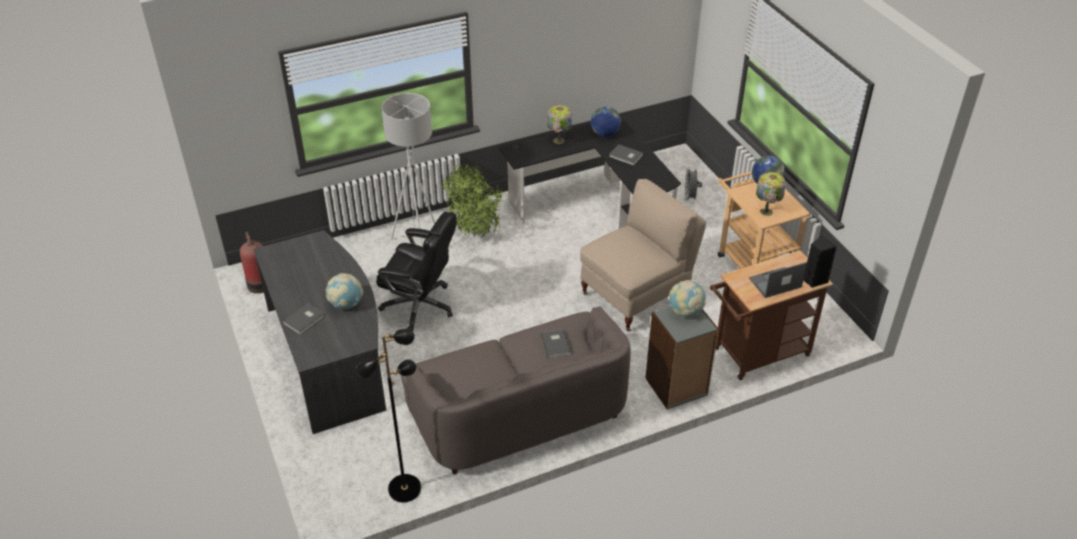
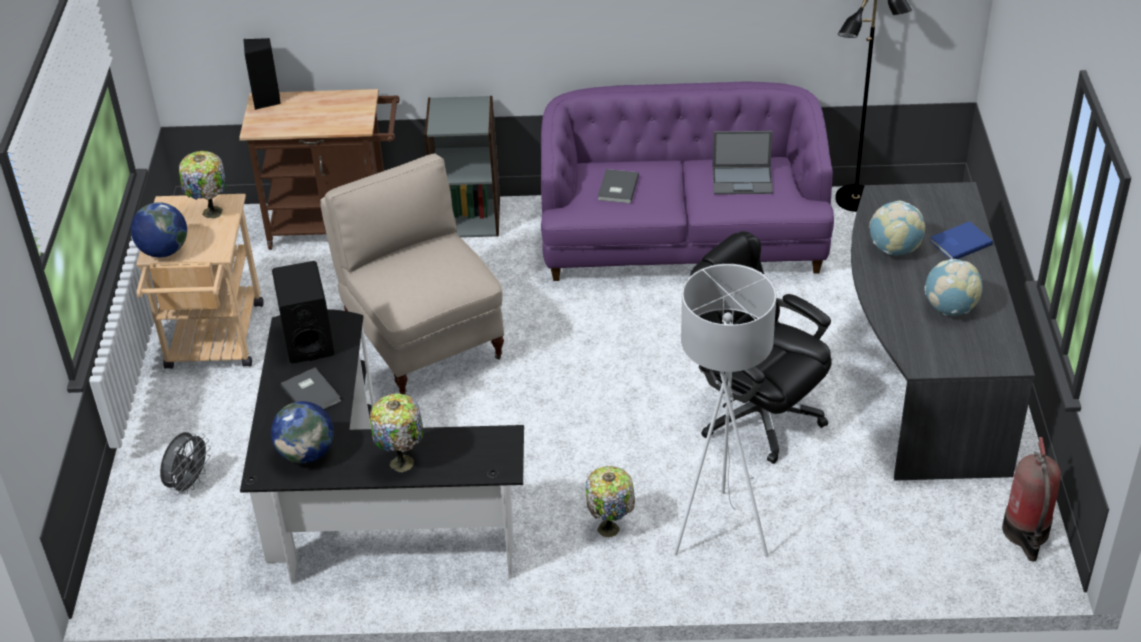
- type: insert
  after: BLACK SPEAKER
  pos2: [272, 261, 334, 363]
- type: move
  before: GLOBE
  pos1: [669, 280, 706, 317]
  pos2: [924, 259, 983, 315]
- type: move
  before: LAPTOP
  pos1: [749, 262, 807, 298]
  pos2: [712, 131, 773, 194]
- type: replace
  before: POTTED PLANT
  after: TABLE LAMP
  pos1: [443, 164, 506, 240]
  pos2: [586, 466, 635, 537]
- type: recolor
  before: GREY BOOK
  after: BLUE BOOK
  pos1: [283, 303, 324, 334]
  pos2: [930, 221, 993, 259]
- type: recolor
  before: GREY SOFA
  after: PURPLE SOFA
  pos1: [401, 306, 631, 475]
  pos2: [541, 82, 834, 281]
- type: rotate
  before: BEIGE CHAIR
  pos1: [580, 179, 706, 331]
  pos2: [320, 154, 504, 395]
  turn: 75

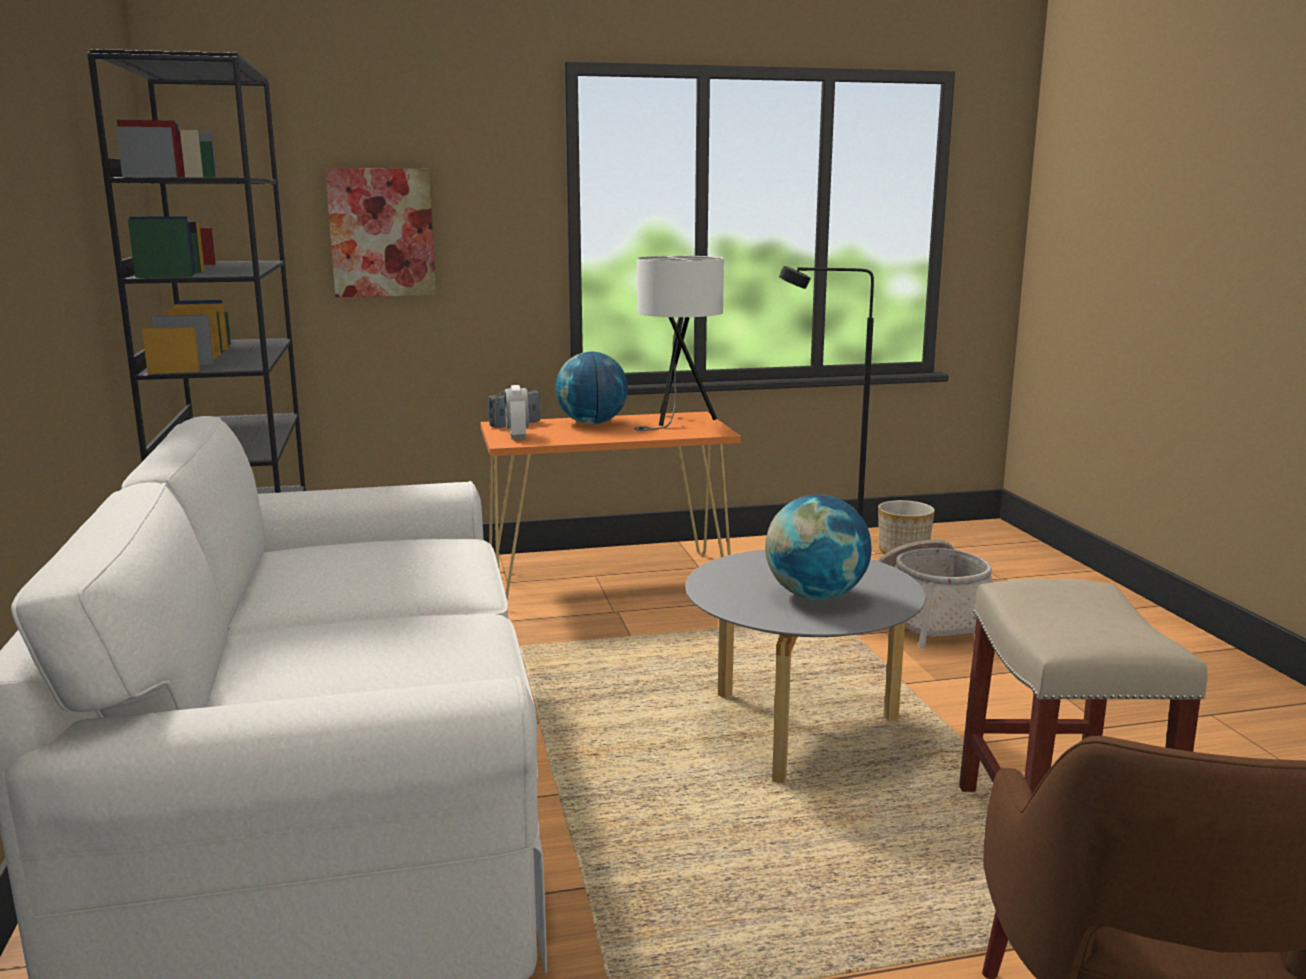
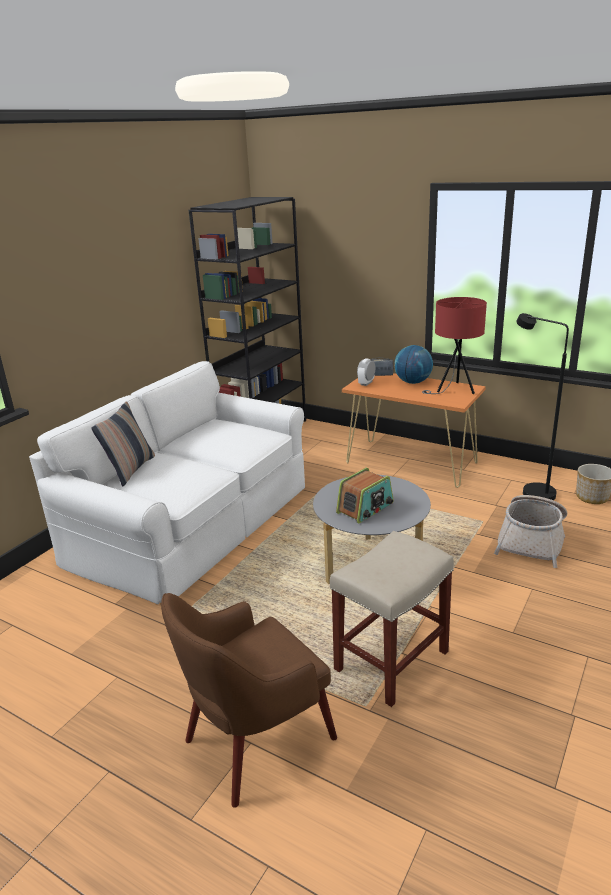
- type: delete
  before: PICTURE
  pos1: [325, 168, 436, 297]
- type: insert
  after: PILLOW
  pos2: [91, 401, 155, 486]
- type: replace
  before: GLOBE
  after: RADIO
  pos1: [765, 494, 871, 600]
  pos2: [336, 468, 394, 524]
- type: recolor
  before: WHITE TABLE LAMP
  after: RED TABLE LAMP
  pos1: [634, 256, 724, 431]
  pos2: [422, 297, 487, 394]

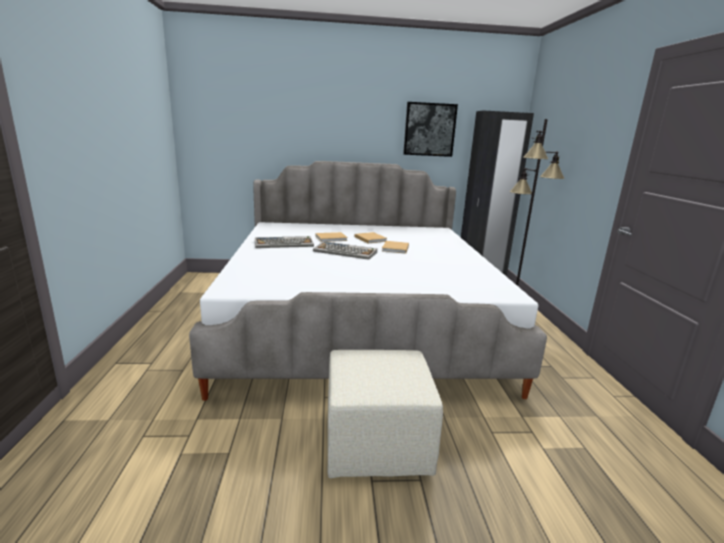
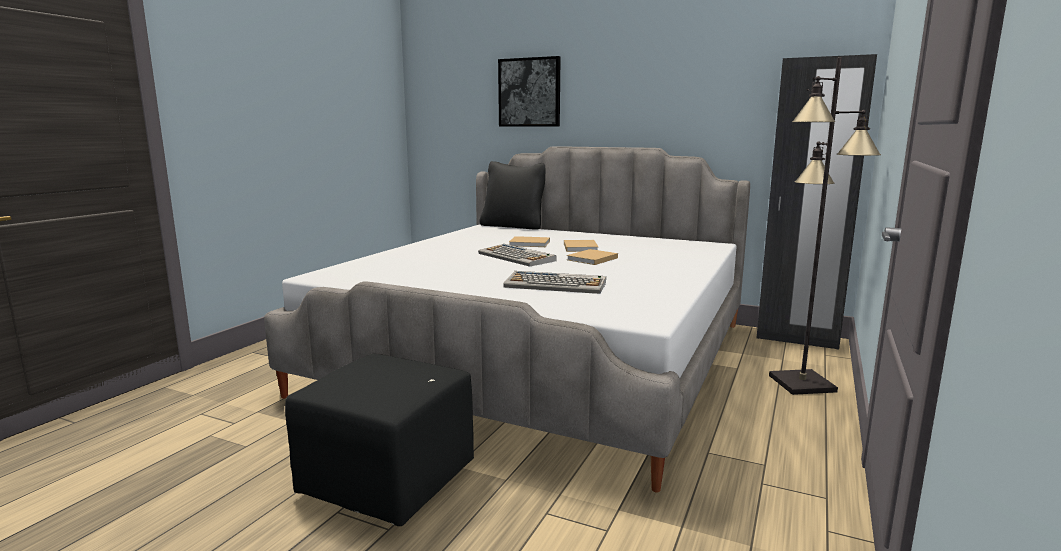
- type: insert
  after: BLACK PILLOW
  pos2: [480, 161, 545, 230]
- type: move
  before: KEYBOARD
  pos1: [255, 236, 314, 248]
  pos2: [503, 271, 606, 294]
- type: move
  before: PICTURE
  pos1: [403, 102, 458, 157]
  pos2: [498, 56, 561, 127]
- type: recolor
  before: BEIGE OTTOMAN
  after: BLACK OTTOMAN
  pos1: [328, 350, 443, 478]
  pos2: [285, 353, 474, 526]

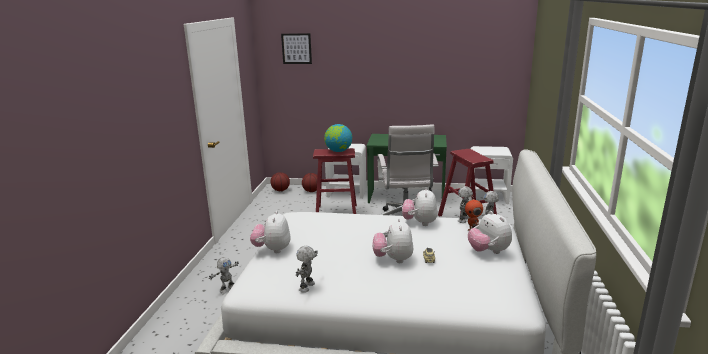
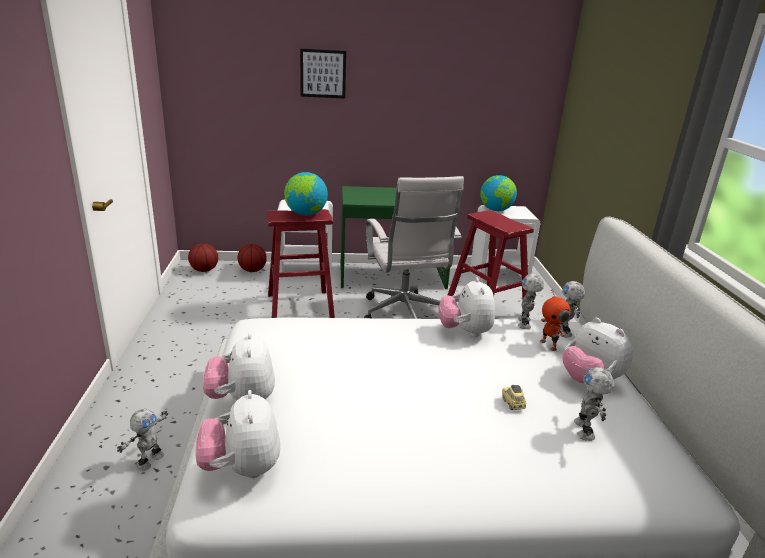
- type: insert
  after: GLOBE
  pos2: [480, 175, 517, 211]
- type: move
  before: PICTURE
  pos1: [281, 33, 312, 64]
  pos2: [300, 49, 346, 99]
- type: move
  before: TOY ROBOT
  pos1: [296, 246, 318, 293]
  pos2: [574, 367, 614, 441]
- type: move
  before: PLUSH TOY
  pos1: [372, 218, 414, 263]
  pos2: [195, 390, 280, 478]

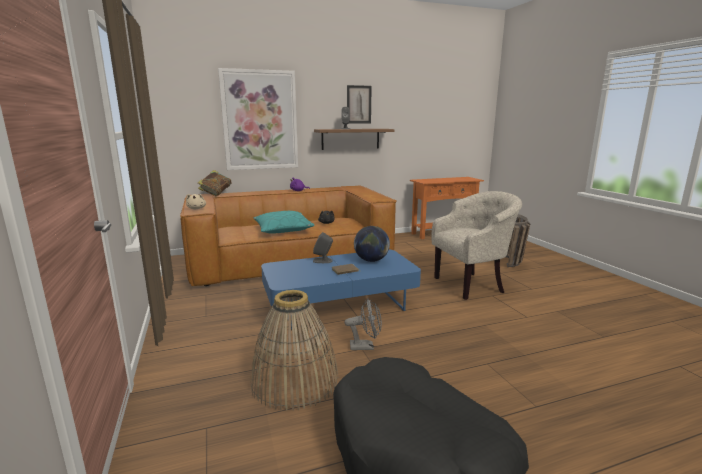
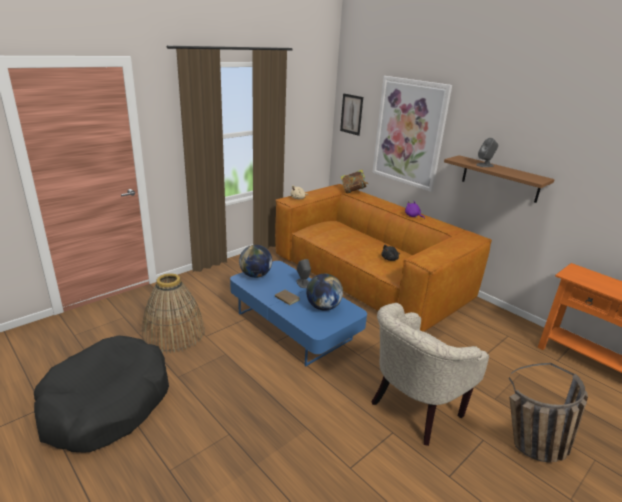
- type: delete
  before: TURQUOISE PILLOW
  pos1: [254, 211, 315, 234]
- type: delete
  before: GREY FAN
  pos1: [345, 298, 382, 350]
- type: insert
  after: GLOBE
  pos2: [239, 245, 272, 278]
- type: move
  before: PICTURE
  pos1: [347, 85, 372, 124]
  pos2: [340, 93, 363, 136]
- type: rotate
  before: BEIGE ARMCHAIR
  pos1: [431, 191, 522, 300]
  pos2: [372, 303, 489, 446]
  turn: 90

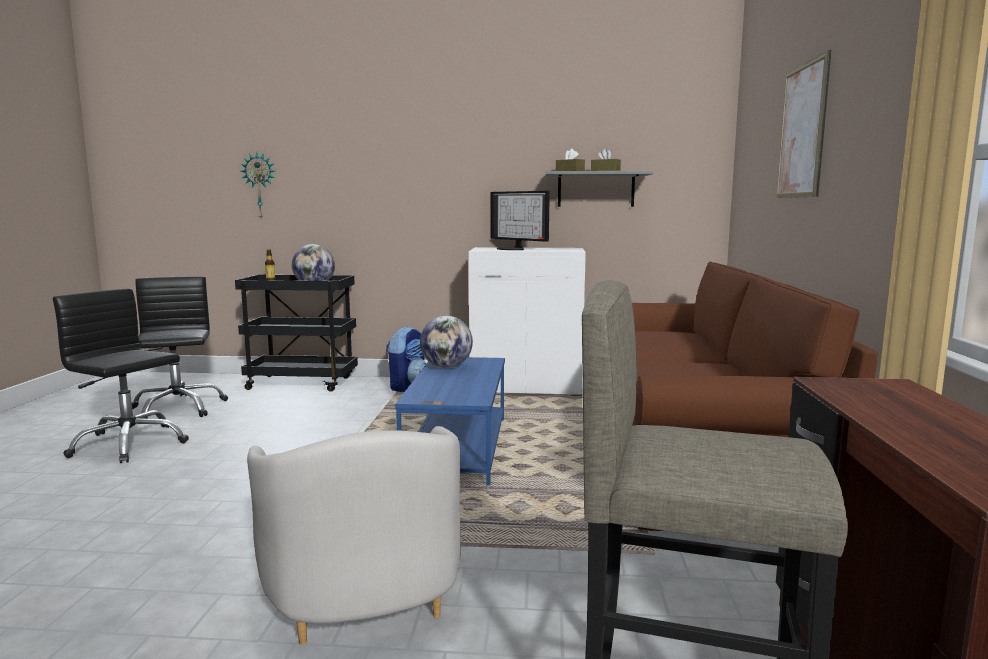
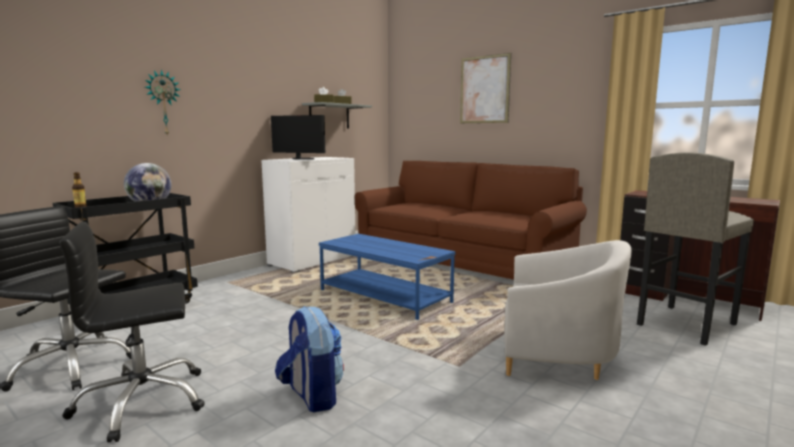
- type: delete
  before: GLOBE
  pos1: [420, 316, 473, 368]
- type: move
  before: WALL CLOCK
  pos1: [241, 152, 275, 218]
  pos2: [145, 69, 180, 135]
- type: move
  before: BACKPACK
  pos1: [386, 326, 426, 392]
  pos2: [275, 306, 344, 412]
- type: rotate
  before: MONITOR
  pos1: [490, 191, 550, 250]
  pos2: [271, 115, 325, 160]
  turn: -150

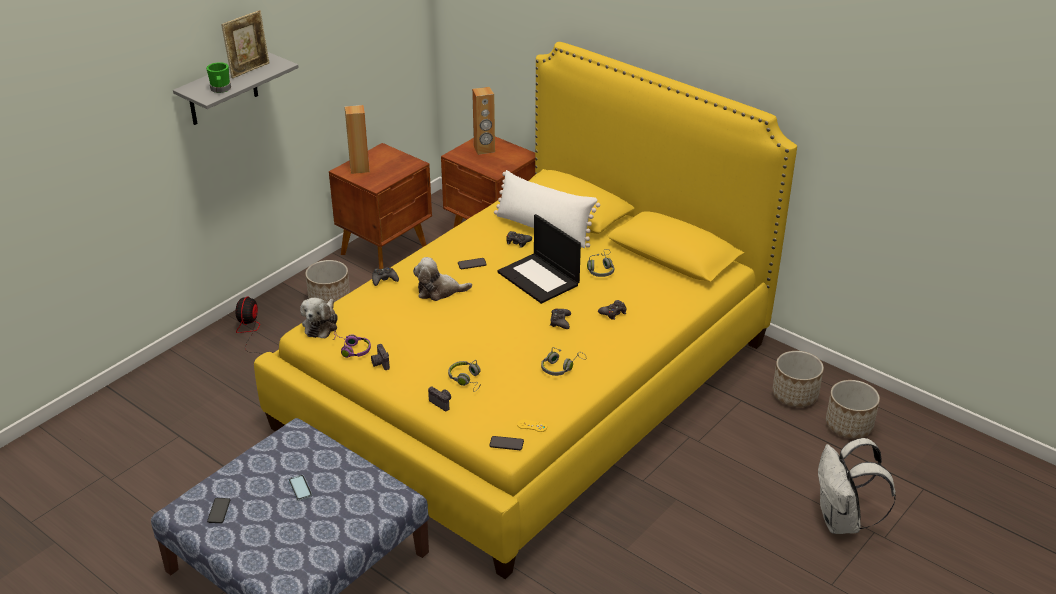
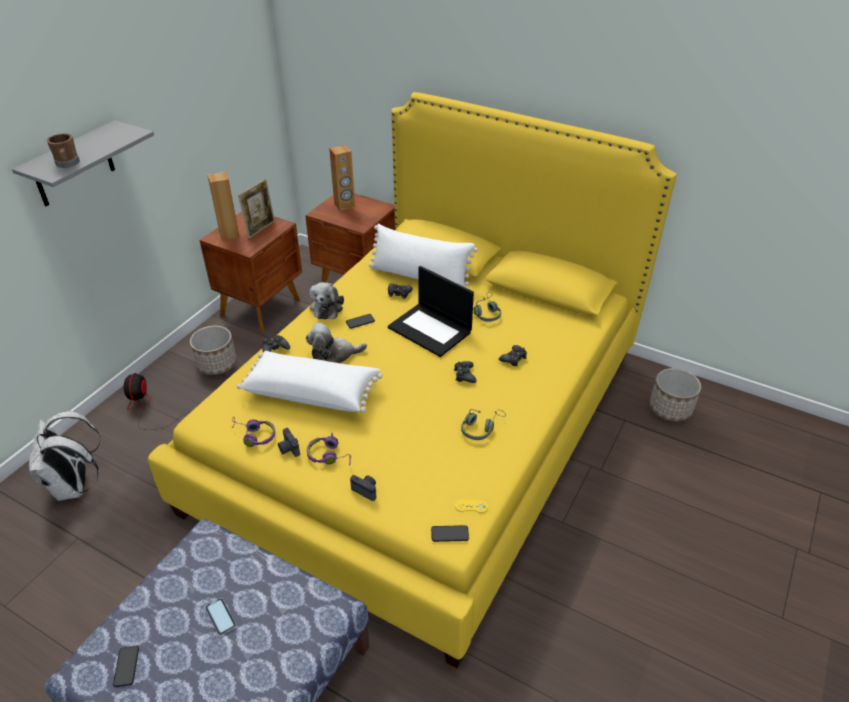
- type: delete
  before: GREY HEADPHONES
  pos1: [448, 360, 481, 392]
- type: delete
  before: PLANTER
  pos1: [826, 380, 880, 438]
- type: insert
  after: WHITE PILLOW
  pos2: [237, 351, 383, 412]
- type: insert
  after: PURPLE HEADPHONES
  pos2: [307, 433, 351, 466]
- type: move
  before: PICTURE FRAME
  pos1: [221, 10, 269, 79]
  pos2: [238, 179, 275, 239]
- type: move
  before: PLUSH TOY
  pos1: [300, 298, 338, 338]
  pos2: [310, 282, 344, 319]
- type: move
  before: WHITE BACKPACK
  pos1: [818, 438, 896, 534]
  pos2: [29, 411, 100, 501]
- type: recolor
  before: GREEN MUG
  after: BROWN MUG
  pos1: [206, 62, 231, 93]
  pos2: [46, 133, 80, 168]

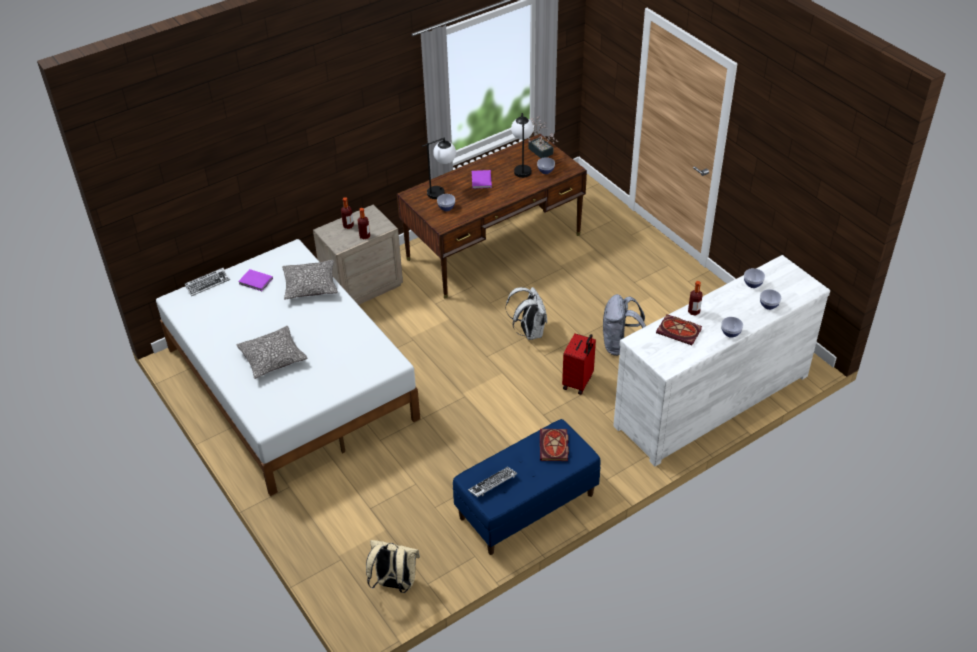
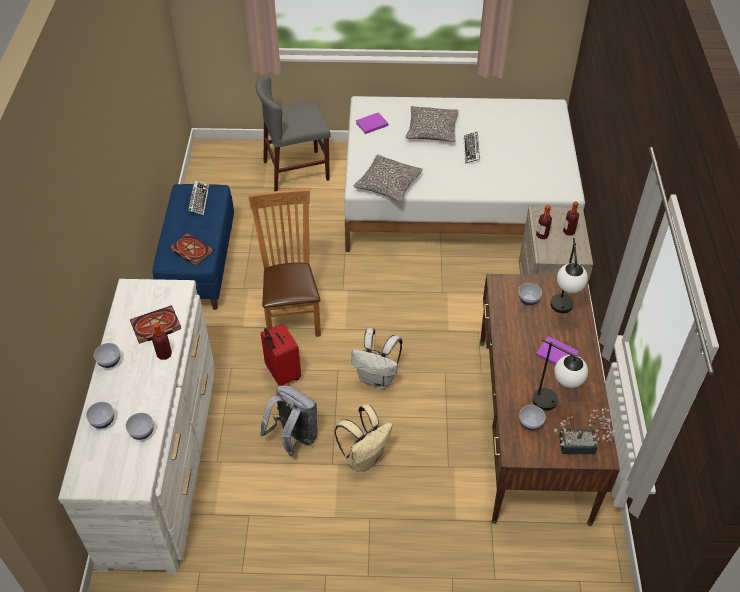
- type: insert
  after: BROWN CHAIR
  pos2: [248, 189, 321, 337]
- type: insert
  after: GREY CHAIR
  pos2: [255, 75, 331, 191]
- type: move
  before: KEYBOARD
  pos1: [185, 268, 230, 296]
  pos2: [463, 132, 480, 164]
- type: move
  before: PURPLE BOOK
  pos1: [238, 269, 273, 291]
  pos2: [356, 112, 388, 134]
- type: move
  before: PILLOW
  pos1: [282, 260, 338, 300]
  pos2: [354, 154, 423, 202]
- type: move
  before: BEIGE BACKPACK
  pos1: [366, 540, 420, 593]
  pos2: [334, 404, 393, 472]

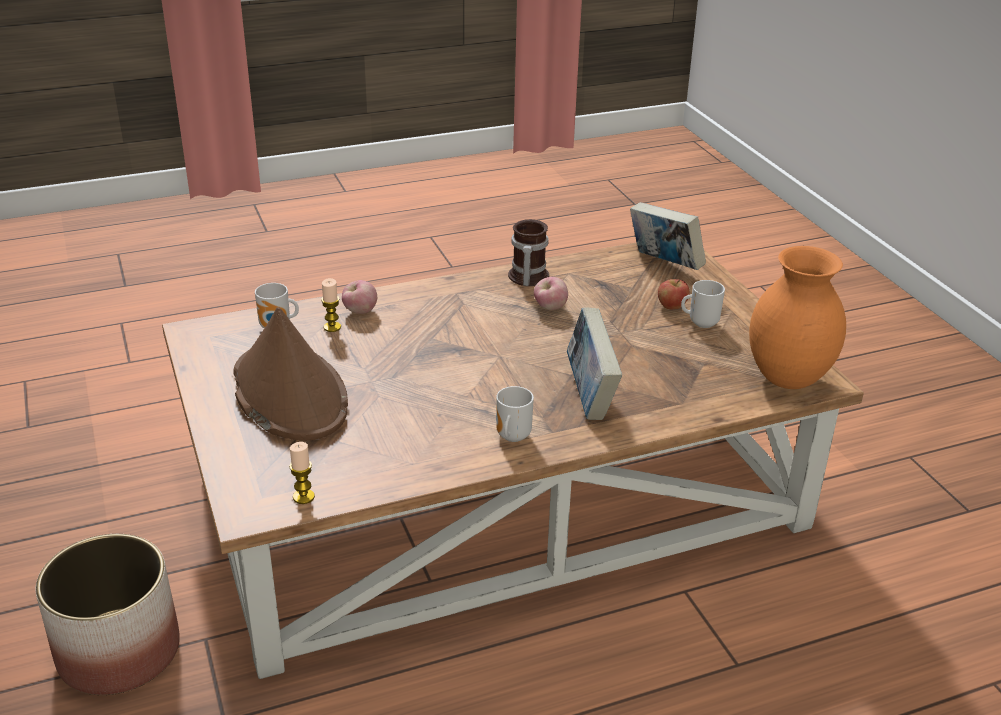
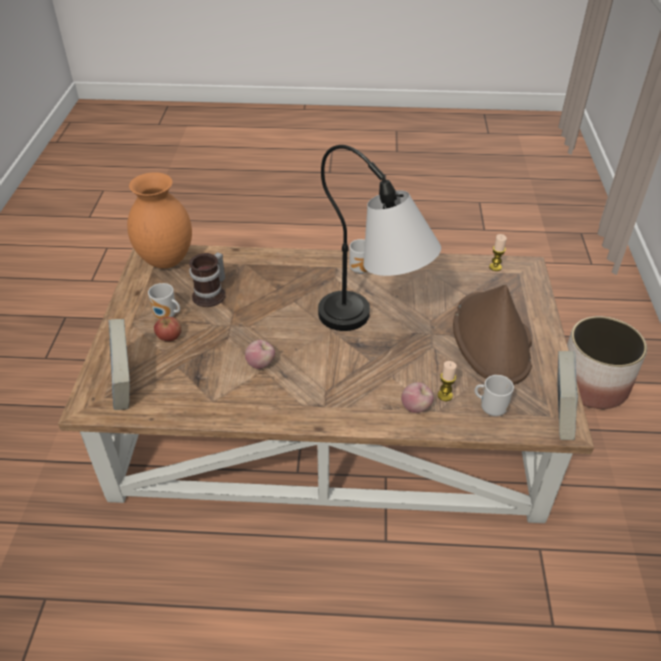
- type: insert
  after: TABLE LAMP
  pos2: [318, 145, 441, 331]
- type: move
  before: MUG
  pos1: [508, 219, 549, 286]
  pos2: [189, 252, 225, 307]
- type: move
  before: BOOK
  pos1: [567, 307, 622, 420]
  pos2: [558, 351, 578, 440]

